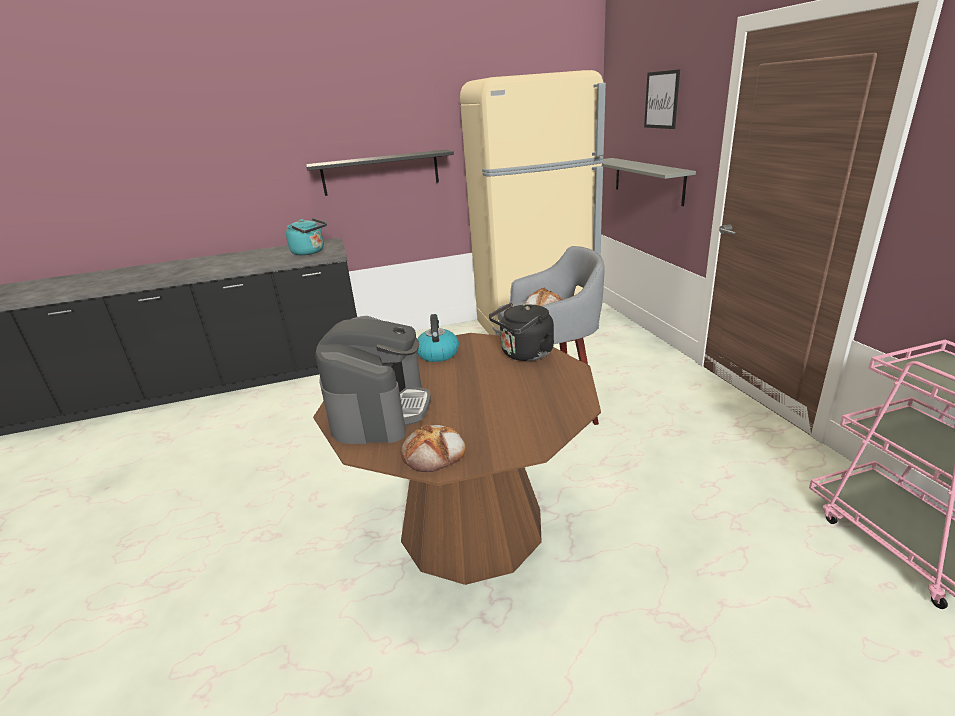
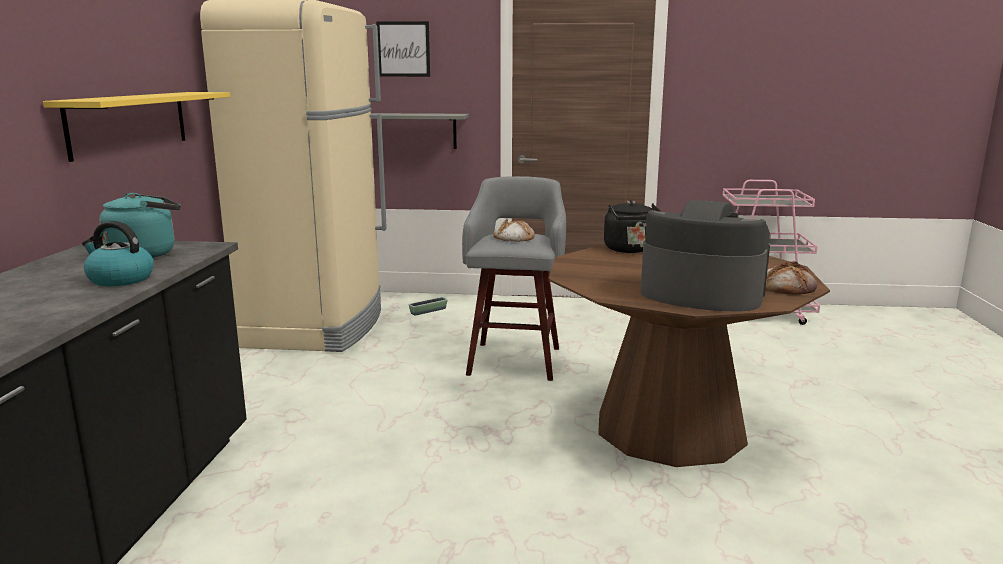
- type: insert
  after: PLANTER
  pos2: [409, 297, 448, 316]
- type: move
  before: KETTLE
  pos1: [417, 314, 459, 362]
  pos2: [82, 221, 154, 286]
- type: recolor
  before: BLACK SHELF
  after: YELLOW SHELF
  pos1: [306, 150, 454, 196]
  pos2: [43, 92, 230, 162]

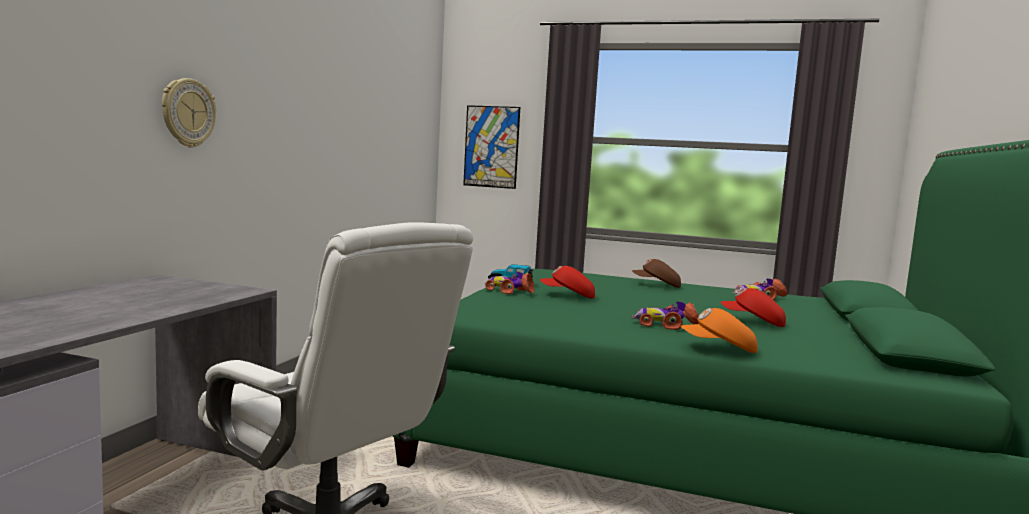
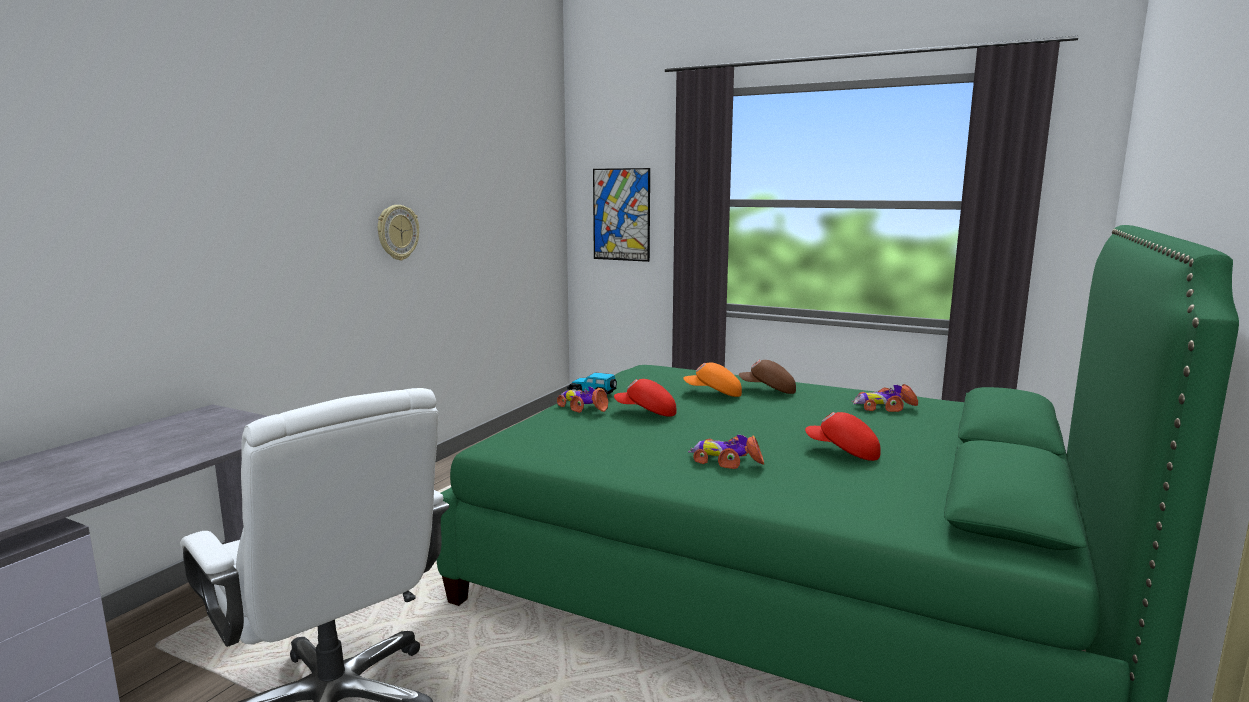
- type: move
  before: WALL CLOCK
  pos1: [162, 78, 216, 148]
  pos2: [378, 205, 419, 261]
- type: move
  before: ORANGE CAP
  pos1: [681, 308, 758, 353]
  pos2: [683, 362, 742, 397]

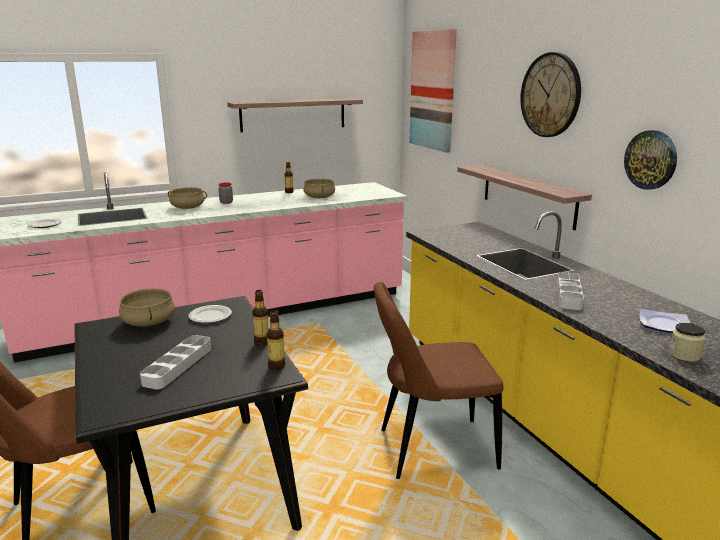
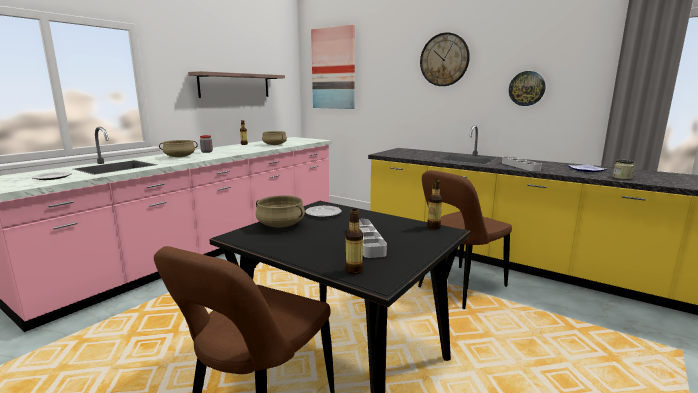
- type: delete
  before: SHELF
  pos1: [457, 165, 592, 230]
- type: move
  before: BOTTLE
  pos1: [252, 290, 269, 346]
  pos2: [345, 209, 363, 275]

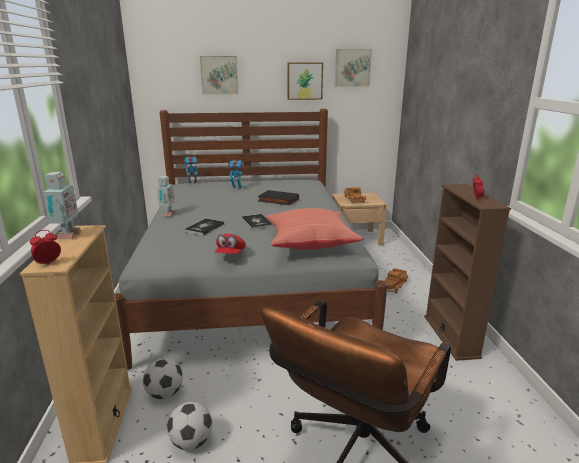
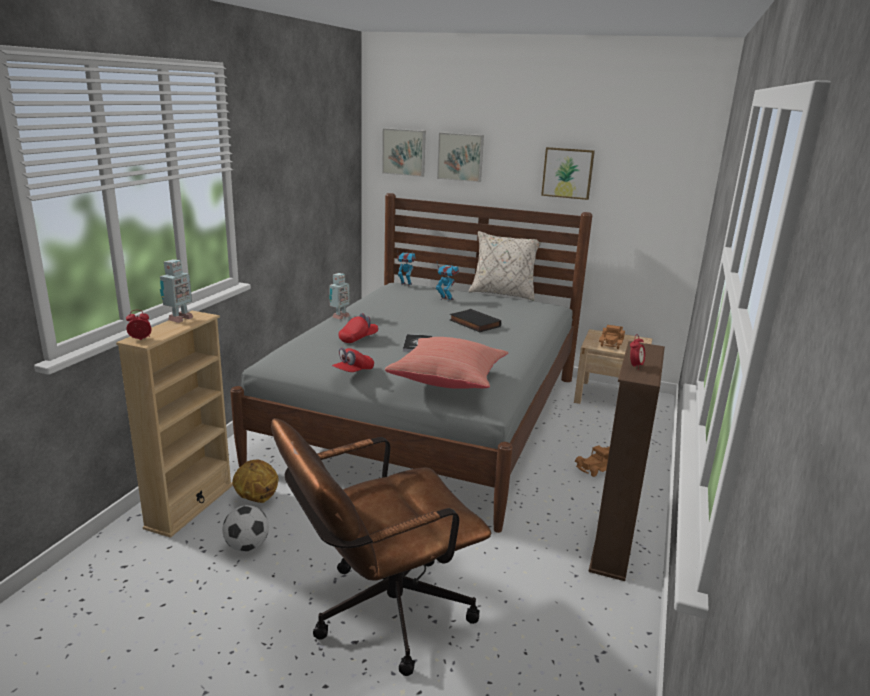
- type: insert
  after: BEIGE PILLOW
  pos2: [469, 231, 542, 301]
- type: move
  before: PICTURE
  pos1: [335, 49, 372, 87]
  pos2: [382, 128, 426, 177]
- type: replace
  before: FOOTBALL
  after: BASKETBALL
  pos1: [143, 358, 183, 399]
  pos2: [232, 460, 278, 503]
- type: replace
  before: BOOK
  after: RED CAP
  pos1: [184, 218, 224, 235]
  pos2: [339, 313, 378, 343]

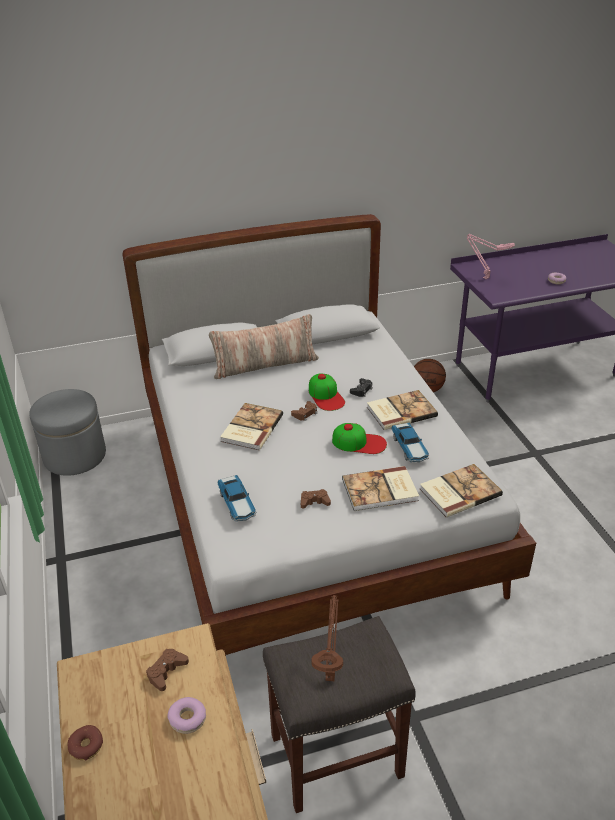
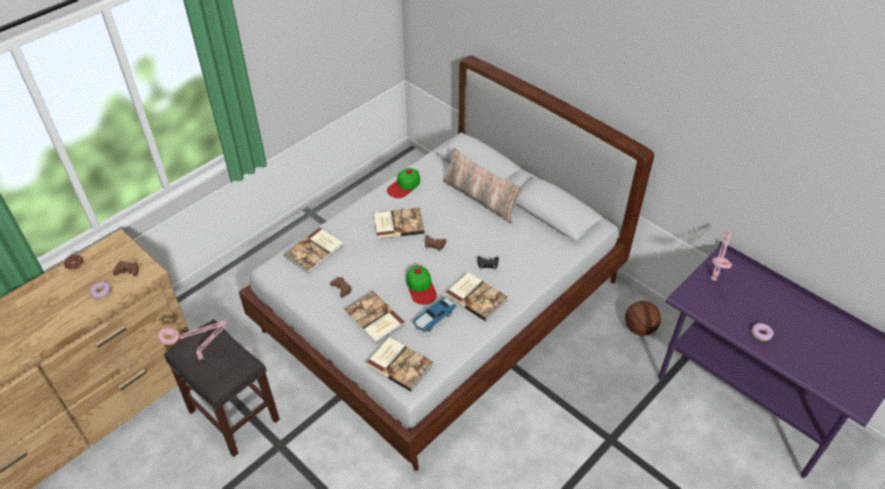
- type: delete
  before: GREY OTTOMAN
  pos1: [29, 389, 106, 476]
- type: move
  before: CAP
  pos1: [309, 374, 345, 411]
  pos2: [387, 168, 420, 198]
- type: replace
  before: TOY CAR
  after: BOOK
  pos1: [217, 475, 256, 521]
  pos2: [284, 228, 343, 273]
- type: recolor
  before: BROWN TABLE LAMP
  after: PINK TABLE LAMP
  pos1: [311, 595, 343, 681]
  pos2: [158, 320, 227, 360]

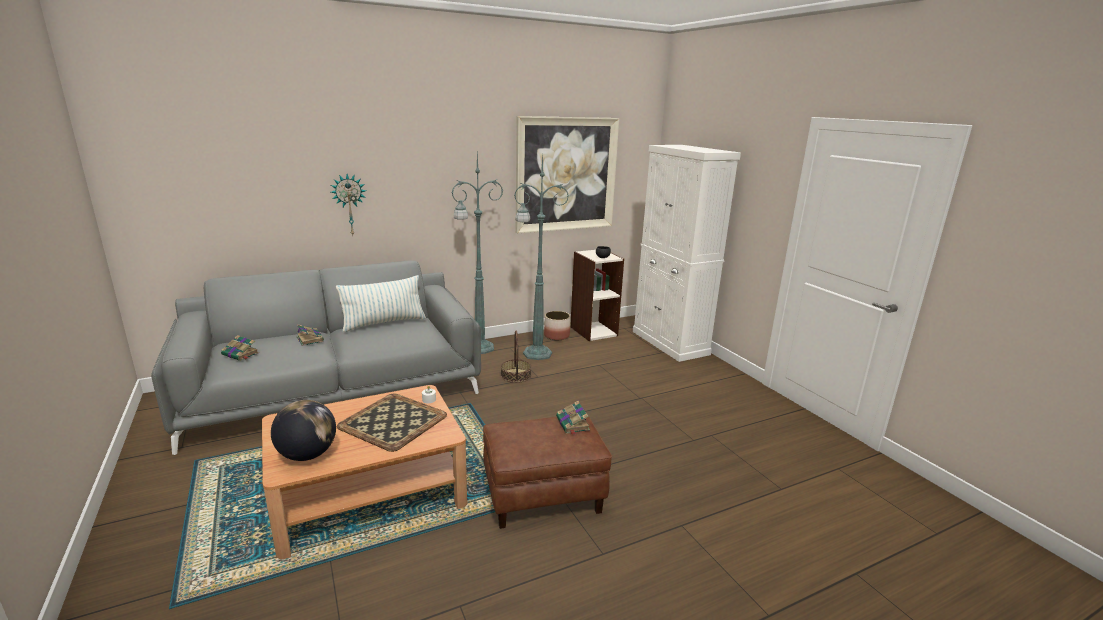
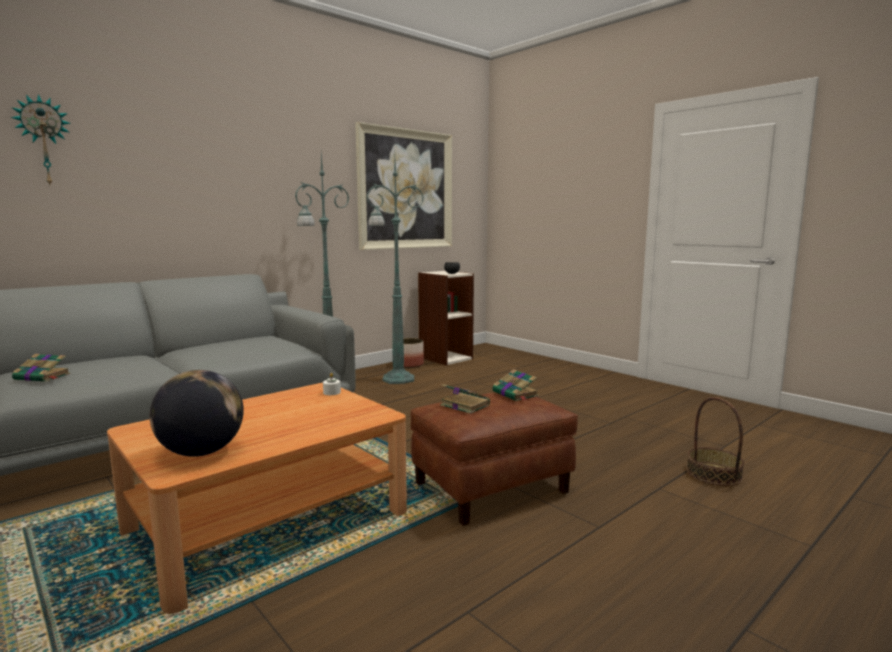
- type: delete
  before: PILLOW
  pos1: [336, 275, 426, 332]
- type: delete
  before: TRAY
  pos1: [337, 393, 447, 452]
- type: delete
  before: WHITE CABINET
  pos1: [633, 145, 741, 362]
- type: move
  before: BOOK
  pos1: [297, 324, 324, 346]
  pos2: [440, 384, 490, 414]
- type: move
  before: WALL CLOCK
  pos1: [331, 174, 366, 235]
  pos2: [11, 94, 70, 185]
- type: move
  before: BASKET
  pos1: [501, 331, 531, 383]
  pos2: [686, 397, 744, 486]

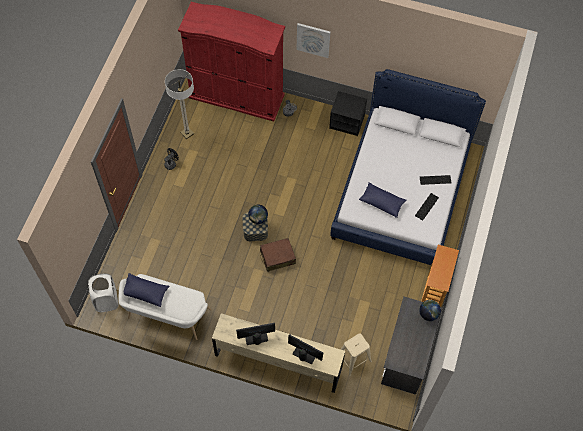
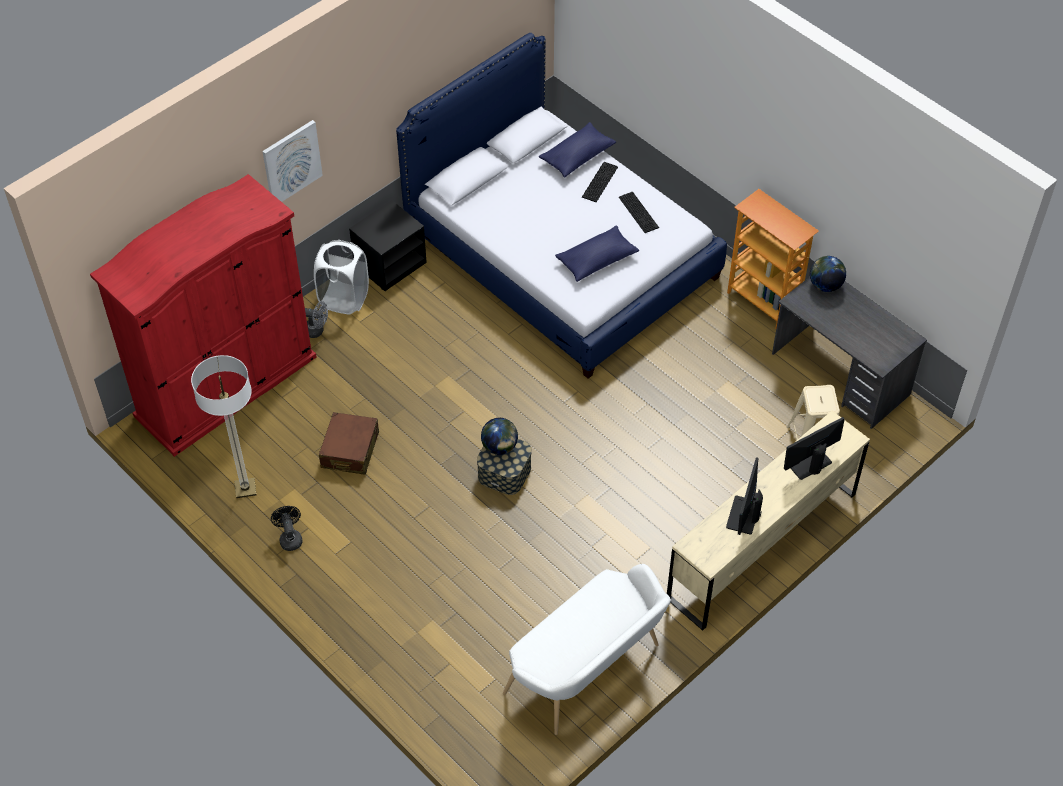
- type: move
  before: WHITE LAUNDRY BASKET
  pos1: [88, 273, 119, 312]
  pos2: [314, 240, 369, 314]
- type: move
  before: BLUE PILLOW
  pos1: [124, 273, 169, 307]
  pos2: [539, 122, 616, 178]
- type: move
  before: BROWN SUITCASE
  pos1: [260, 238, 296, 272]
  pos2: [319, 412, 379, 475]

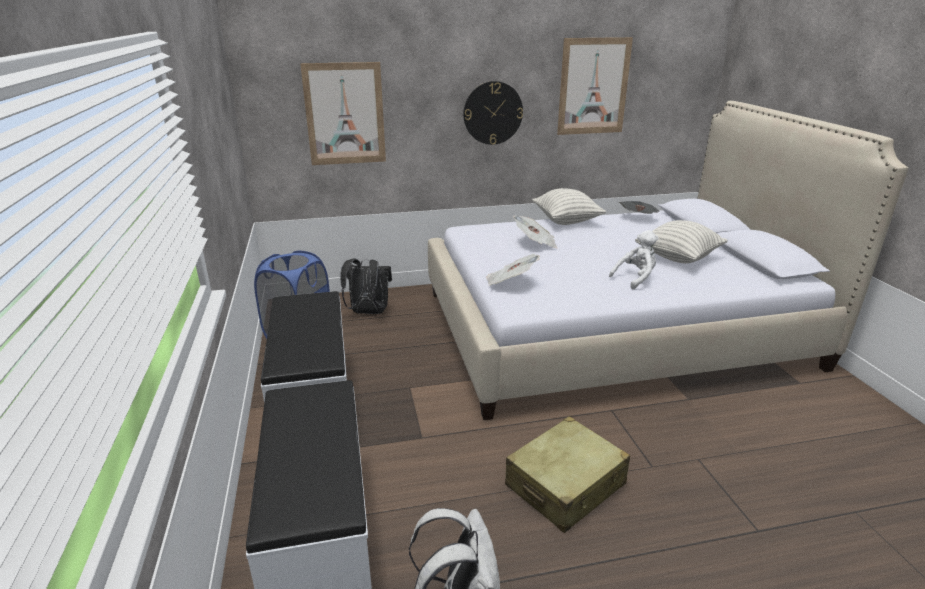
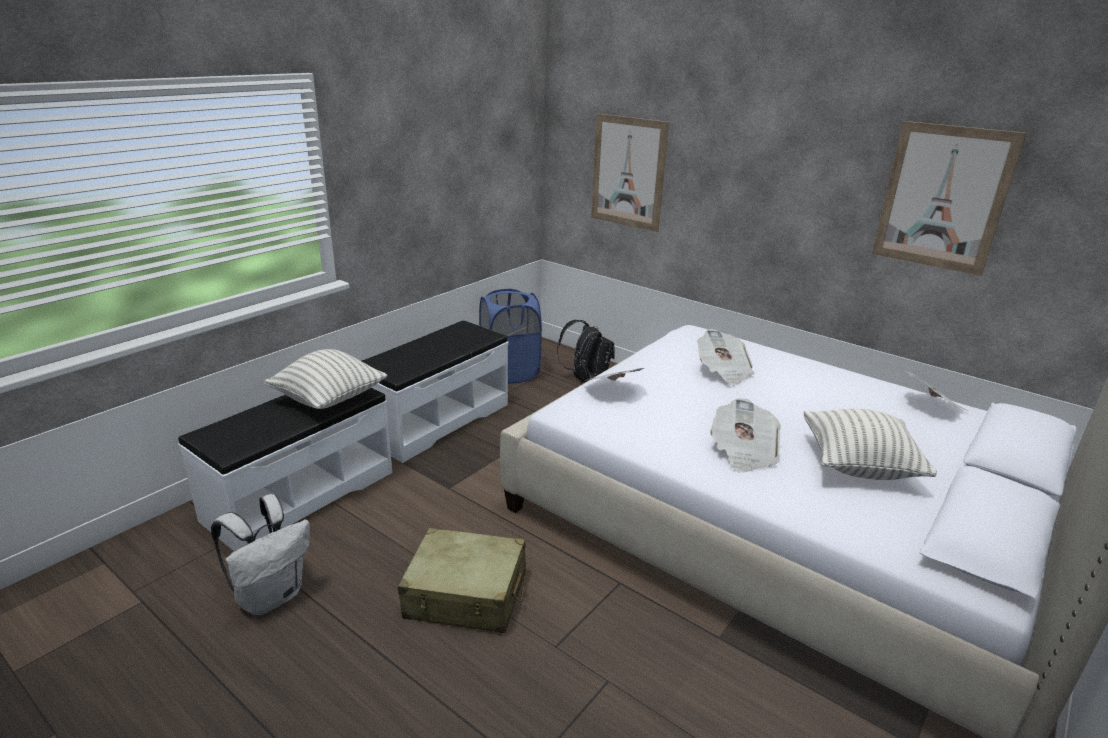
- type: delete
  before: WALL CLOCK
  pos1: [463, 81, 523, 145]
- type: move
  before: PILLOW
  pos1: [532, 188, 606, 225]
  pos2: [264, 349, 387, 409]
- type: replace
  before: WHITE PLUSH TOY
  after: NEWSPAPER
  pos1: [609, 230, 659, 290]
  pos2: [710, 398, 781, 473]

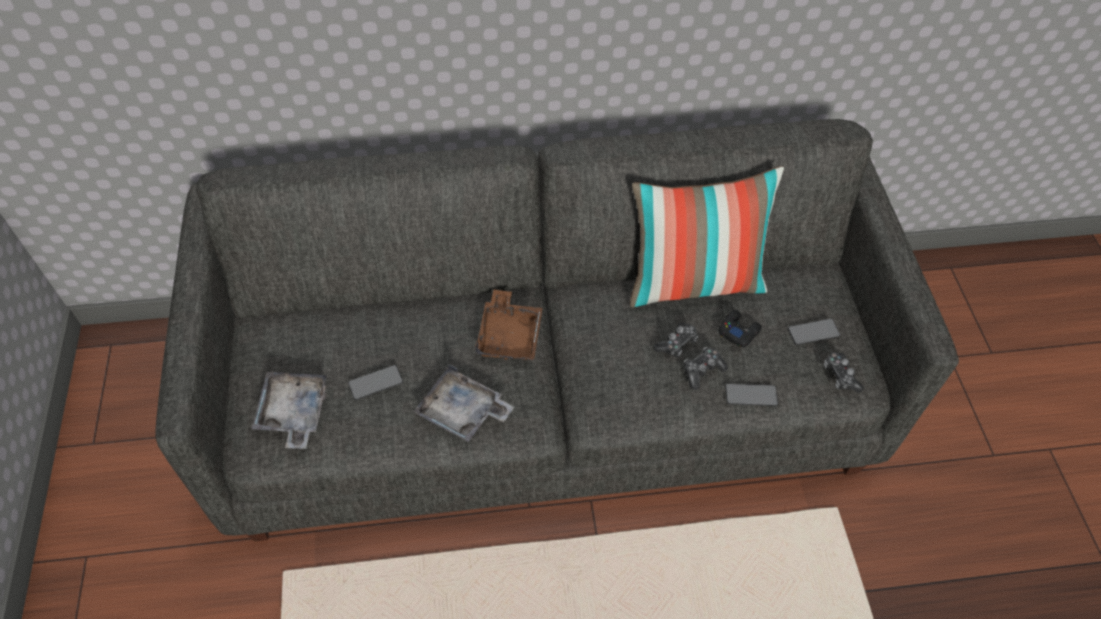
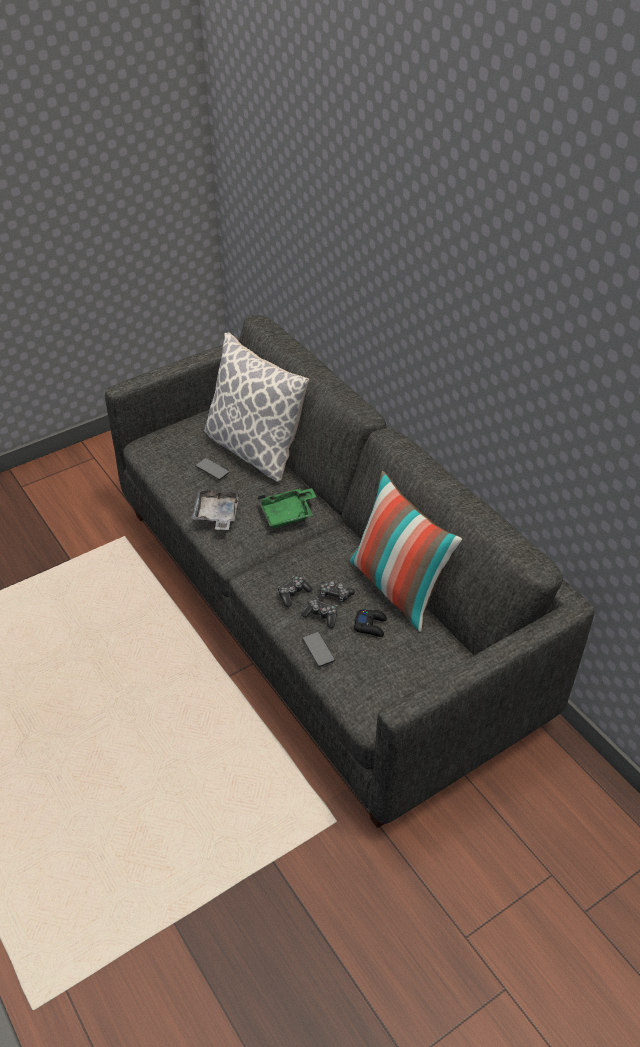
- type: delete
  before: GREY TRAY
  pos1: [252, 372, 327, 449]
- type: delete
  before: PHONE
  pos1: [788, 319, 840, 345]
- type: insert
  after: PILLOW
  pos2: [204, 332, 309, 482]
- type: move
  before: GAME CONTROLLER
  pos1: [824, 353, 864, 392]
  pos2: [278, 576, 313, 607]
- type: recolor
  before: BROWN TRAY
  after: GREEN TRAY
  pos1: [475, 289, 543, 360]
  pos2: [258, 488, 316, 528]

